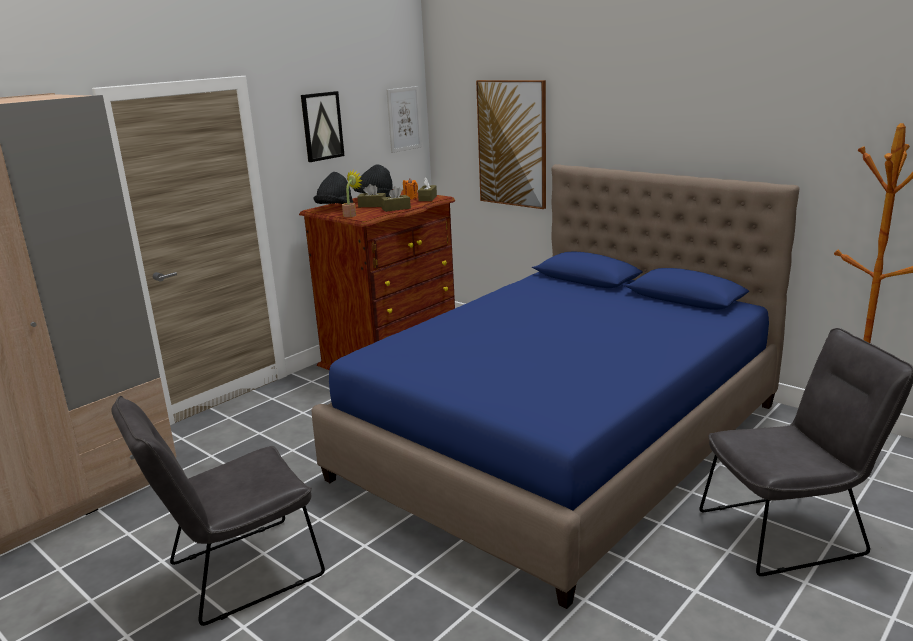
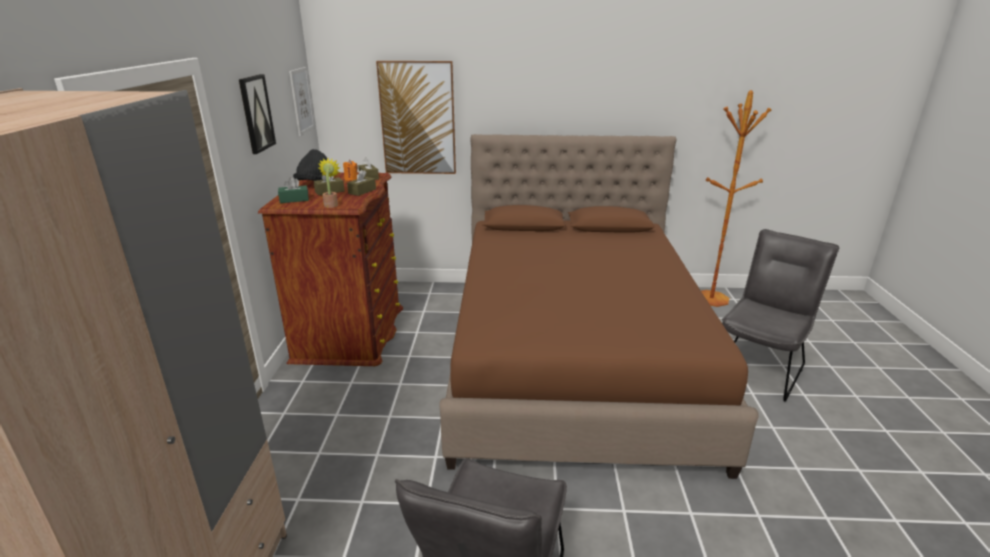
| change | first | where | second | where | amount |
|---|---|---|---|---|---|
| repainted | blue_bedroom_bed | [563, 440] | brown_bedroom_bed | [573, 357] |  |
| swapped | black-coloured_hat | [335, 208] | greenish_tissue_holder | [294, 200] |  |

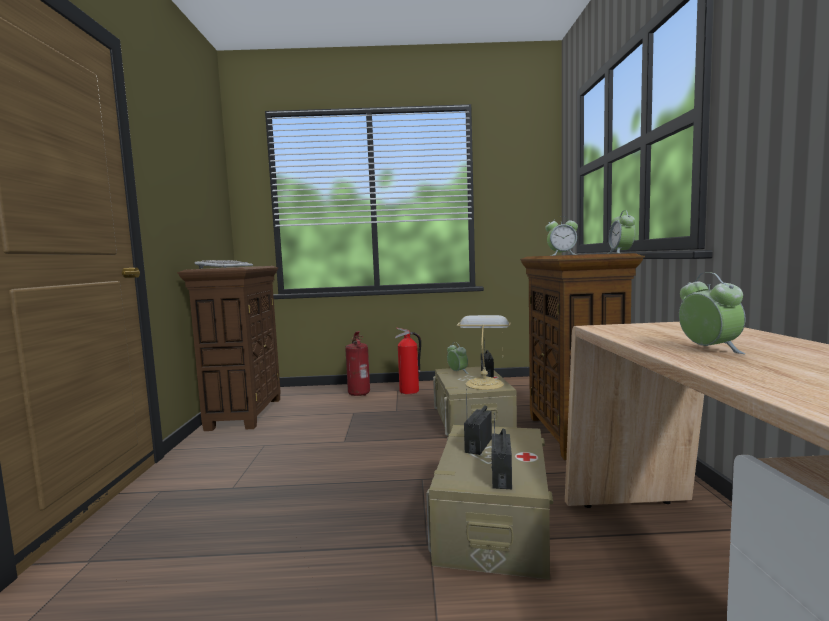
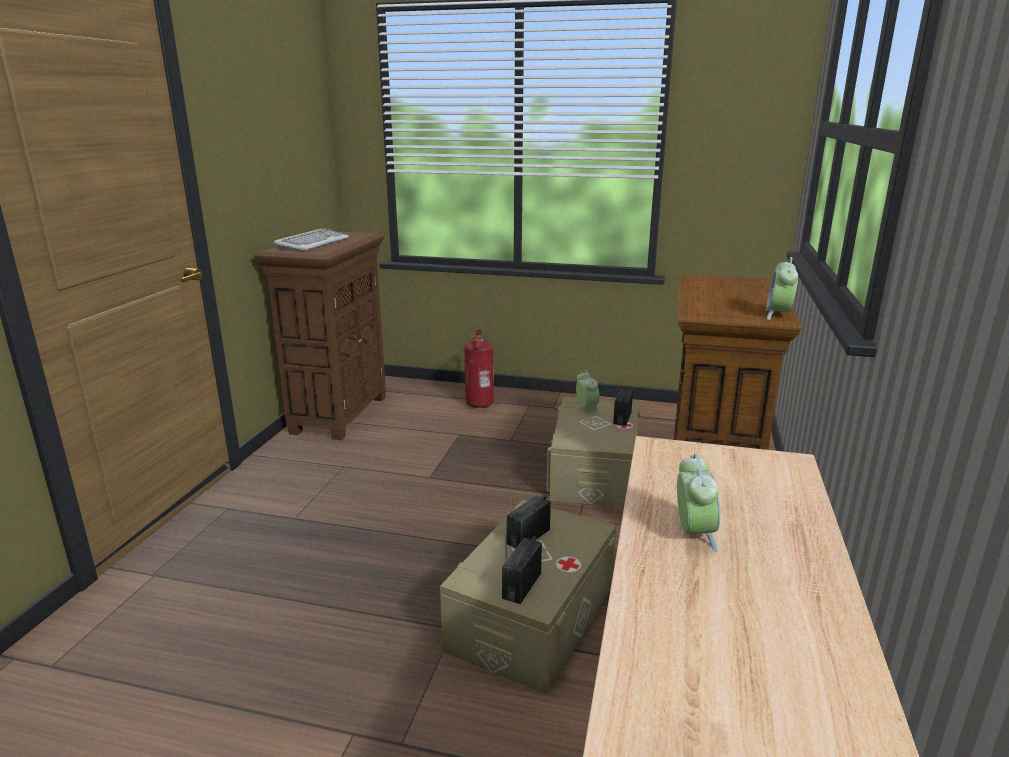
| change | first | where | second | where | amount |
|---|---|---|---|---|---|
| gone | bedside_clock | [561, 255] |  |  |  |
| gone | table_lamp | [484, 383] |  |  |  |
| gone | fire_extinguisher | [409, 391] |  |  |  |

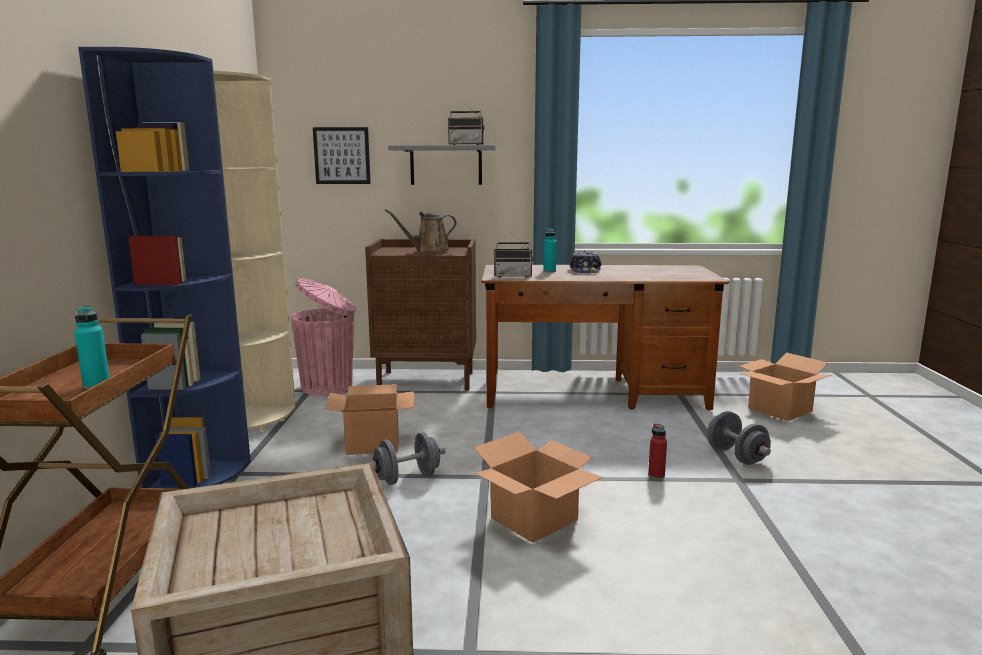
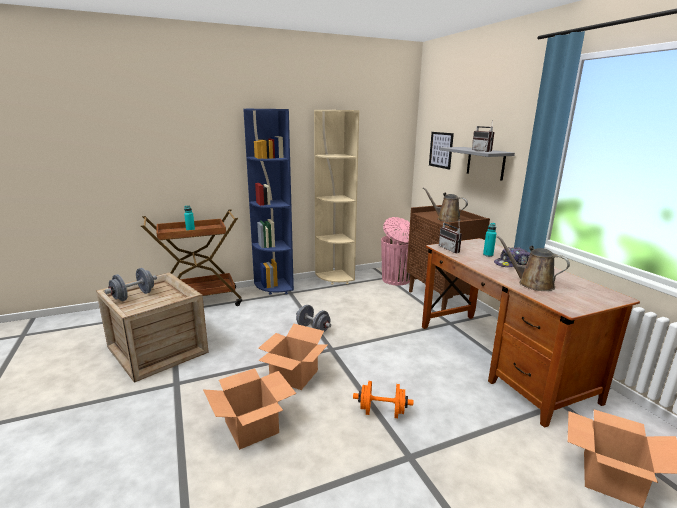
| change | first | where | second | where | amount |
|---|---|---|---|---|---|
| shifted | packing_box | [372, 443] |  | [251, 427] |  |
| shifted | grey_free_weight | [736, 456] |  | [133, 296] |  |
| swapped | red-coloured_beverage_bottle | [656, 476] | orange-coloured_free_weight | [382, 412] |  |
| new |  |  | brown_sprinkling_can | [532, 284] |  |

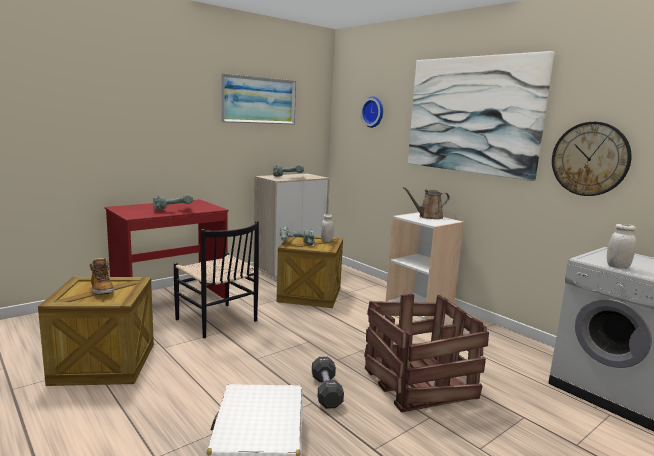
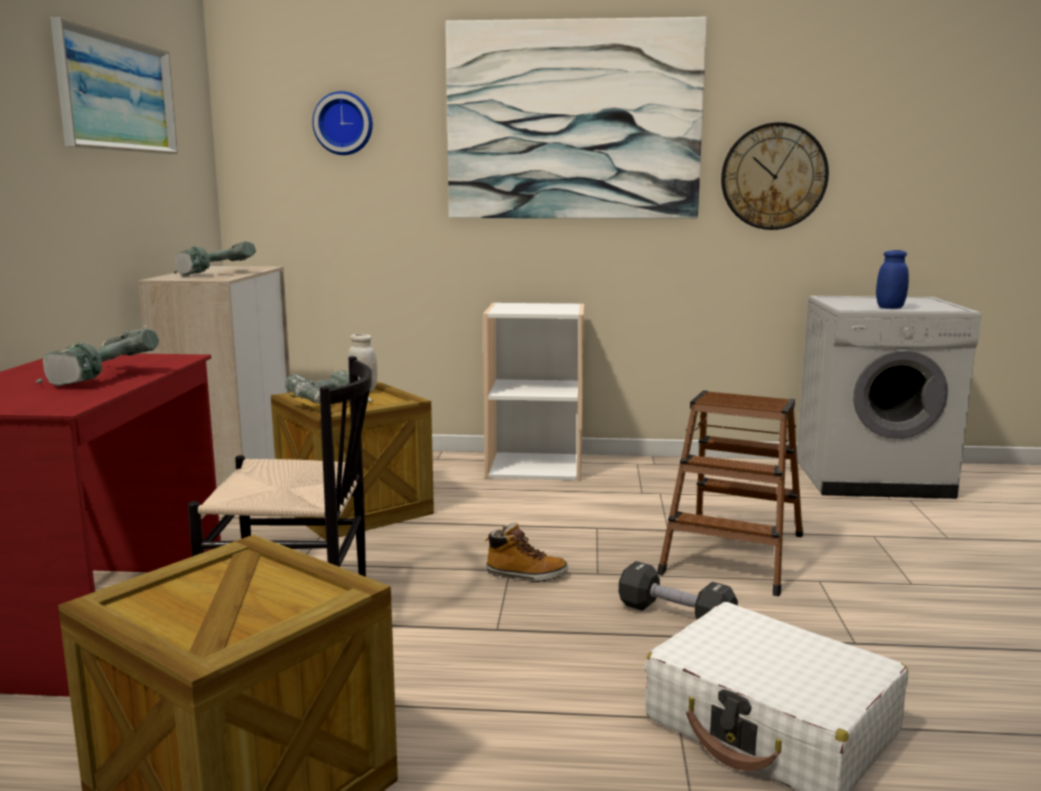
| change | first | where | second | where | amount |
|---|---|---|---|---|---|
| gone | brown_sprinkling_can | [428, 217] |  |  |  |
| repainted | white_preserve_jar | [617, 267] | blue_preserve_jar | [890, 308] |  |
| shifted | high-top_boot | [102, 290] |  | [526, 575] |  |
| swapped | shipping_crate | [419, 383] | brown_step_stool | [734, 552] |  |

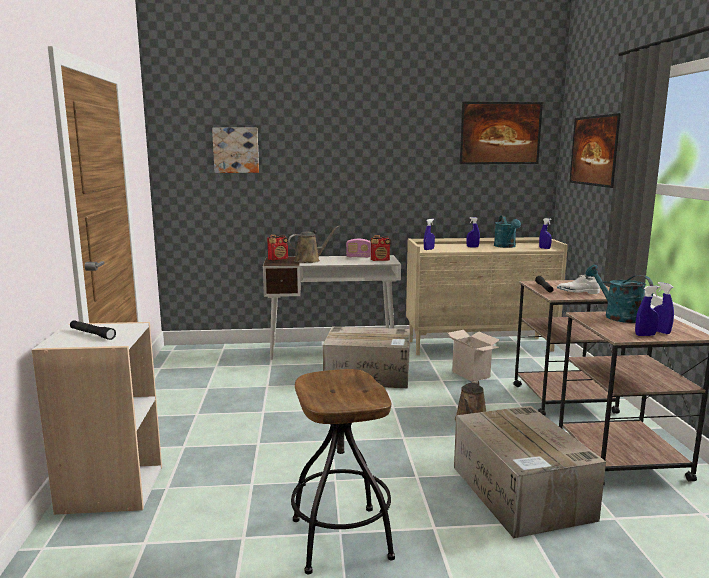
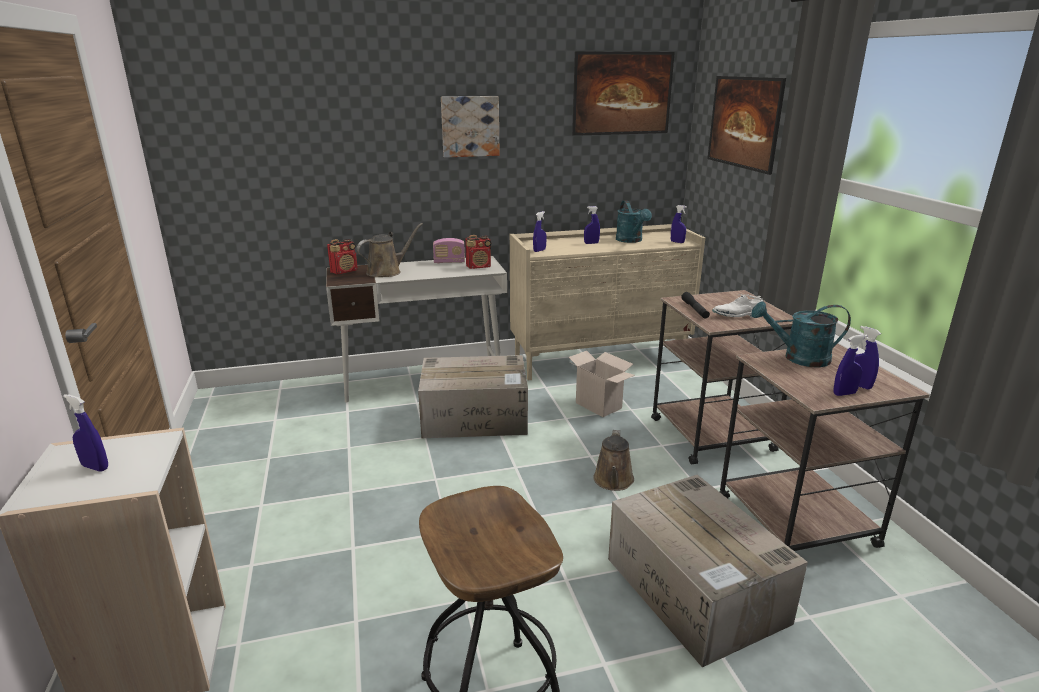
| change | first | where | second | where | amount |
|---|---|---|---|---|---|
| shifted | picture | [236, 150] |  | [470, 126] |  |
| rotated | turquoise_sprinkling_can | [617, 316] |  | [798, 358] | 45 degrees counterclockwise |
| swapped | black-coloured_hand_torch | [92, 334] | blue_sprayer | [95, 467] |  |

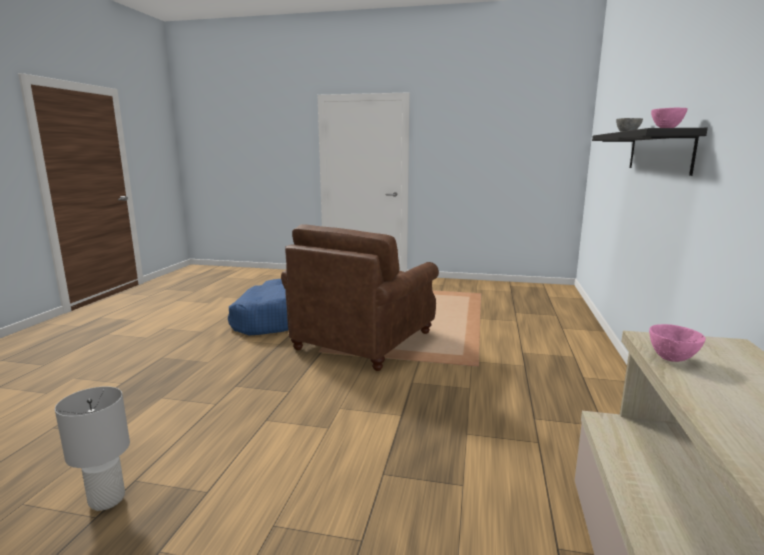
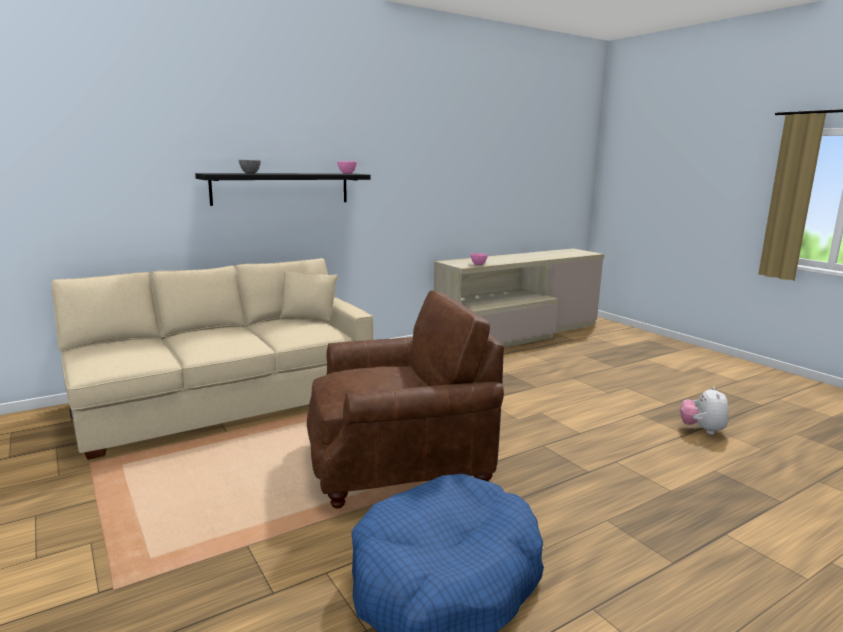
| change | first | where | second | where | amount |
|---|---|---|---|---|---|
| swapped | grey_table_lamp | [107, 502] | plush_toy | [702, 430] |  |
| new |  |  | beige-coloured_settee | [225, 401] |  |

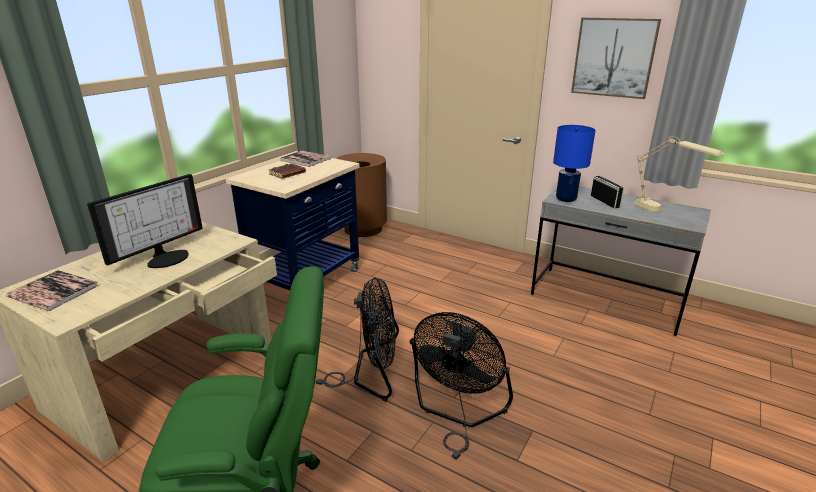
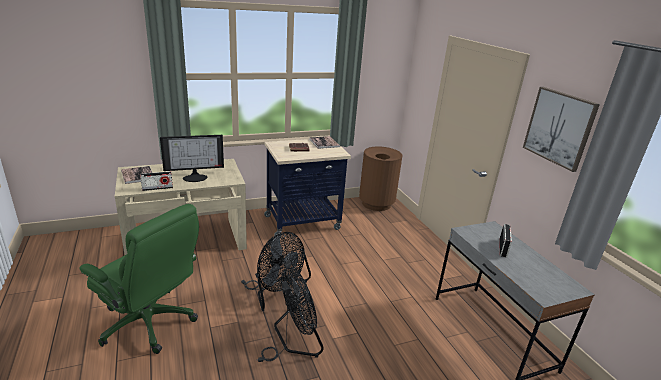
| change | first | where | second | where | amount |
|---|---|---|---|---|---|
| gone | blue_table_lamp | [566, 200] |  |  |  |
| gone | beige-coloured_table_lamp | [662, 213] |  |  |  |
| new |  |  | radio_receiver | [157, 188] |  |

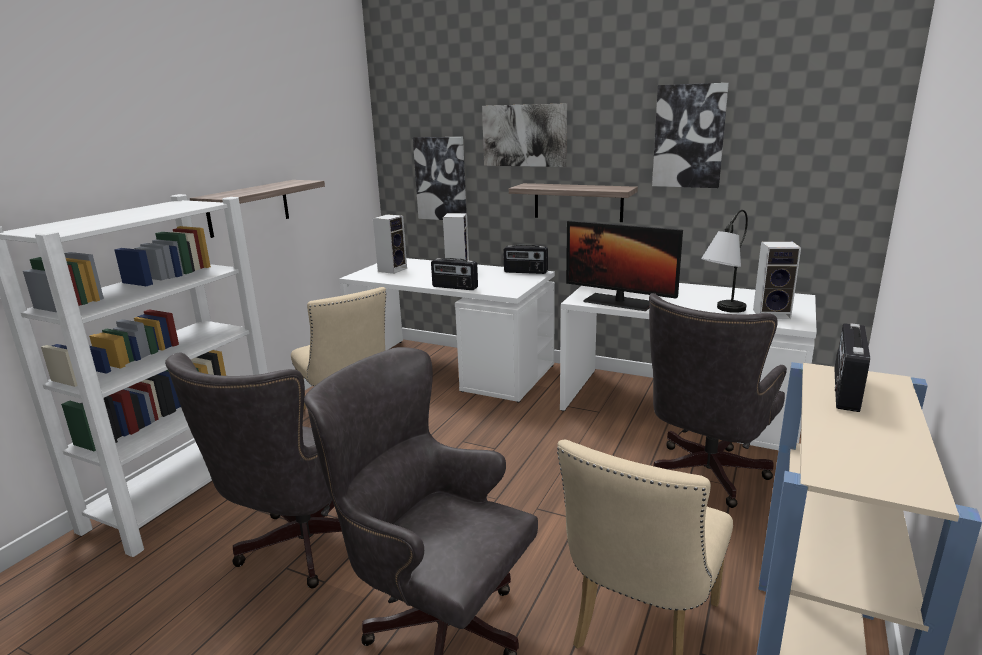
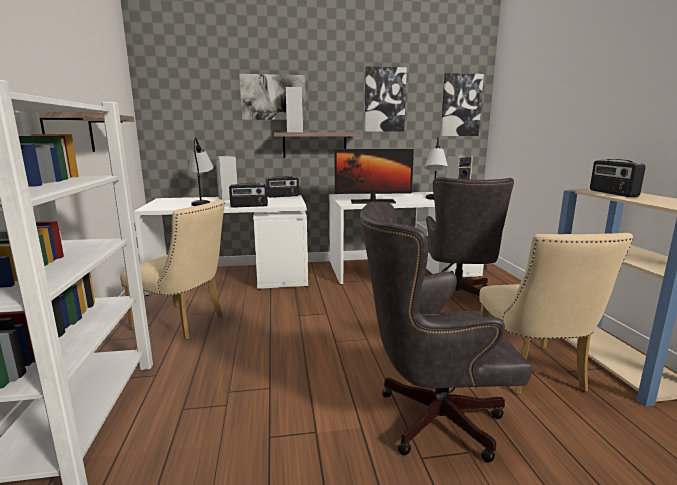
| change | first | where | second | where | amount |
|---|---|---|---|---|---|
| shifted | picture | [441, 178] |  | [461, 105] |  |
| shifted | audio_speaker | [392, 269] |  | [294, 132] |  |
| gone | grey_office_chair | [301, 549] |  |  |  |
| new |  |  | table_lamp | [203, 202] |  |

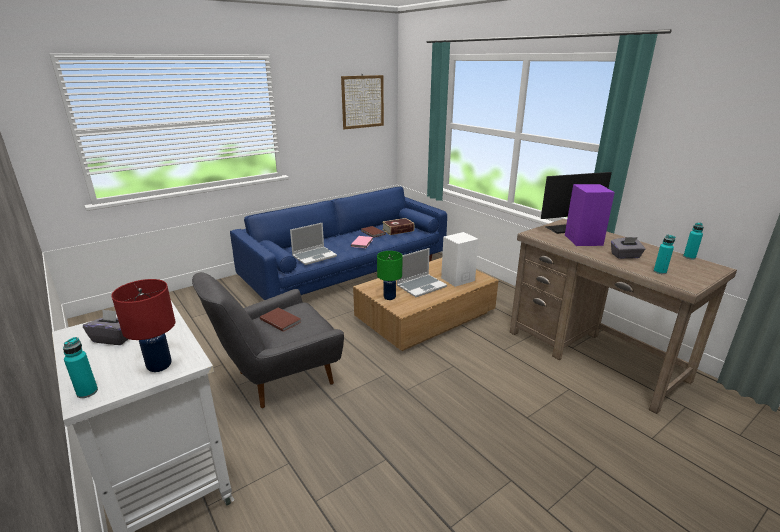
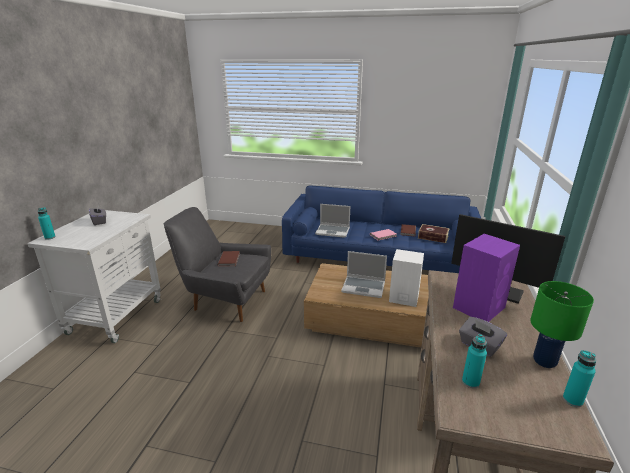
| change | first | where | second | where | amount |
|---|---|---|---|---|---|
| gone | picture | [362, 101] |  |  |  |
| shifted | greenish_table_lamp | [389, 298] |  | [543, 362] |  |
| gone | red-coloured_table_lamp | [160, 365] |  |  |  |

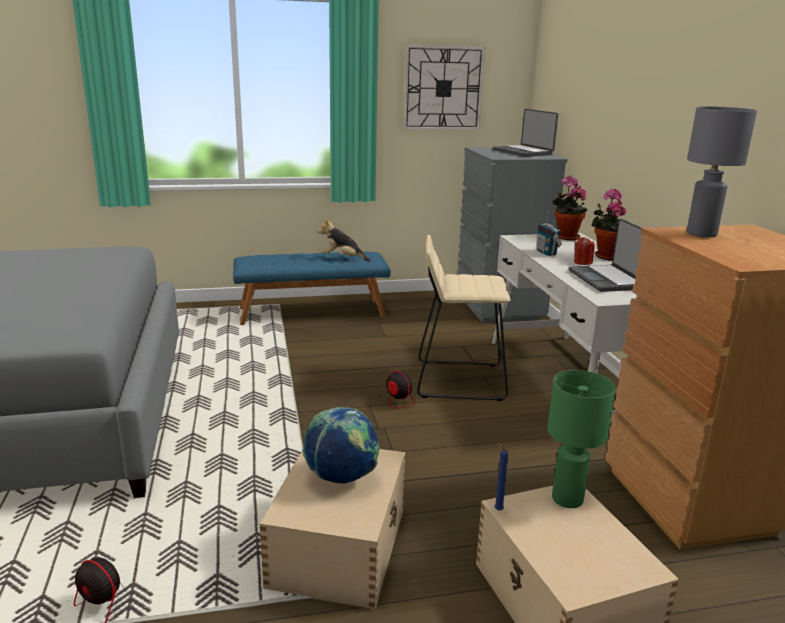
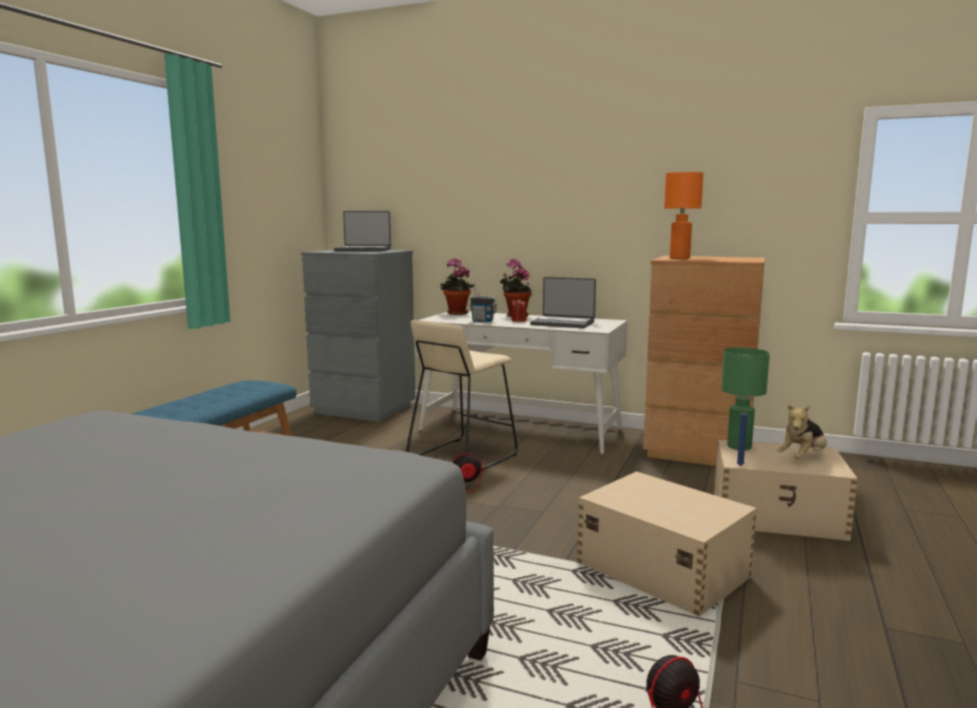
| change | first | where | second | where | amount |
|---|---|---|---|---|---|
| gone | hanging_clock | [443, 88] |  |  |  |
| repainted | grey_table_lamp | [702, 234] | orange-coloured_table_lamp | [680, 258] |  |
| shifted | plush_toy | [343, 258] |  | [802, 458] |  |
| gone | globe | [342, 478] |  |  |  |

